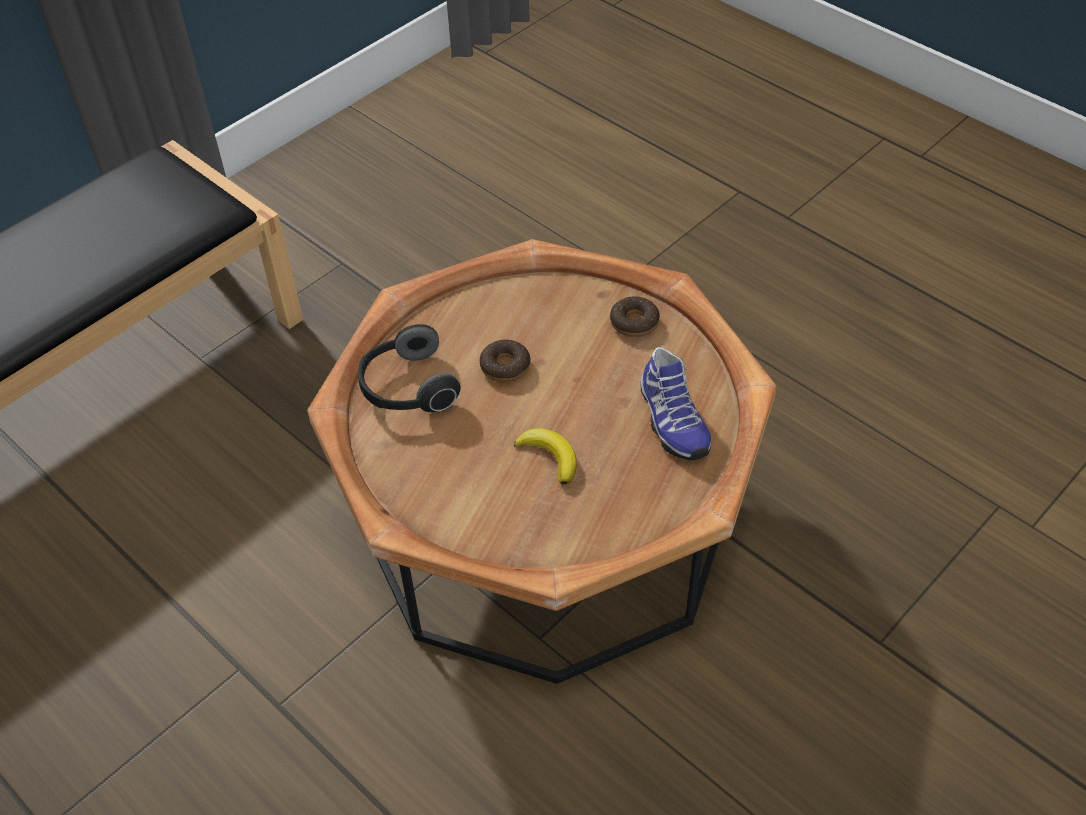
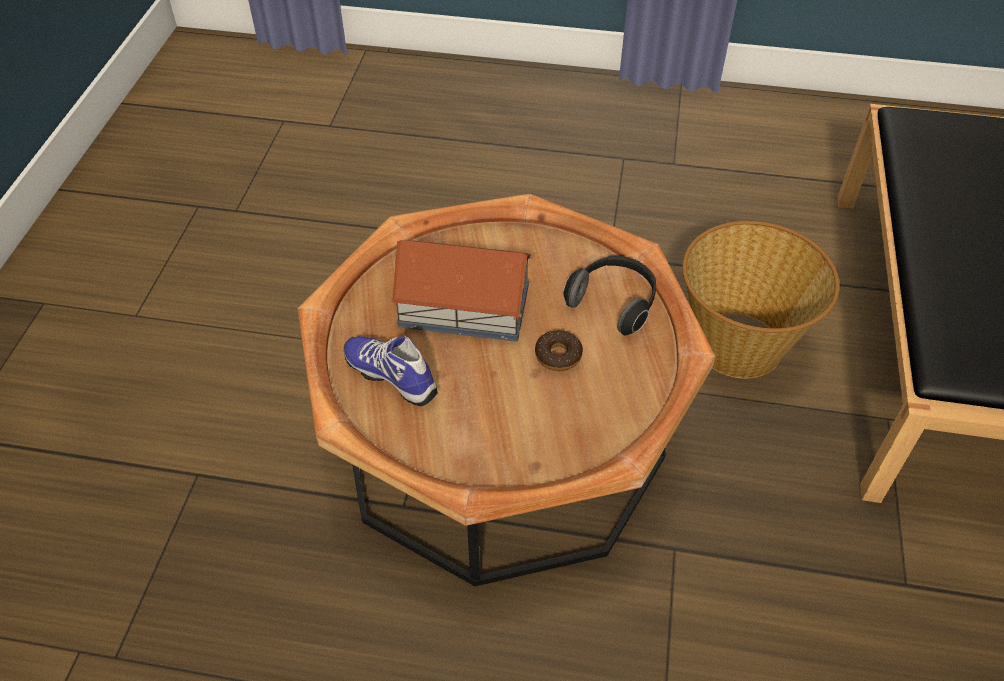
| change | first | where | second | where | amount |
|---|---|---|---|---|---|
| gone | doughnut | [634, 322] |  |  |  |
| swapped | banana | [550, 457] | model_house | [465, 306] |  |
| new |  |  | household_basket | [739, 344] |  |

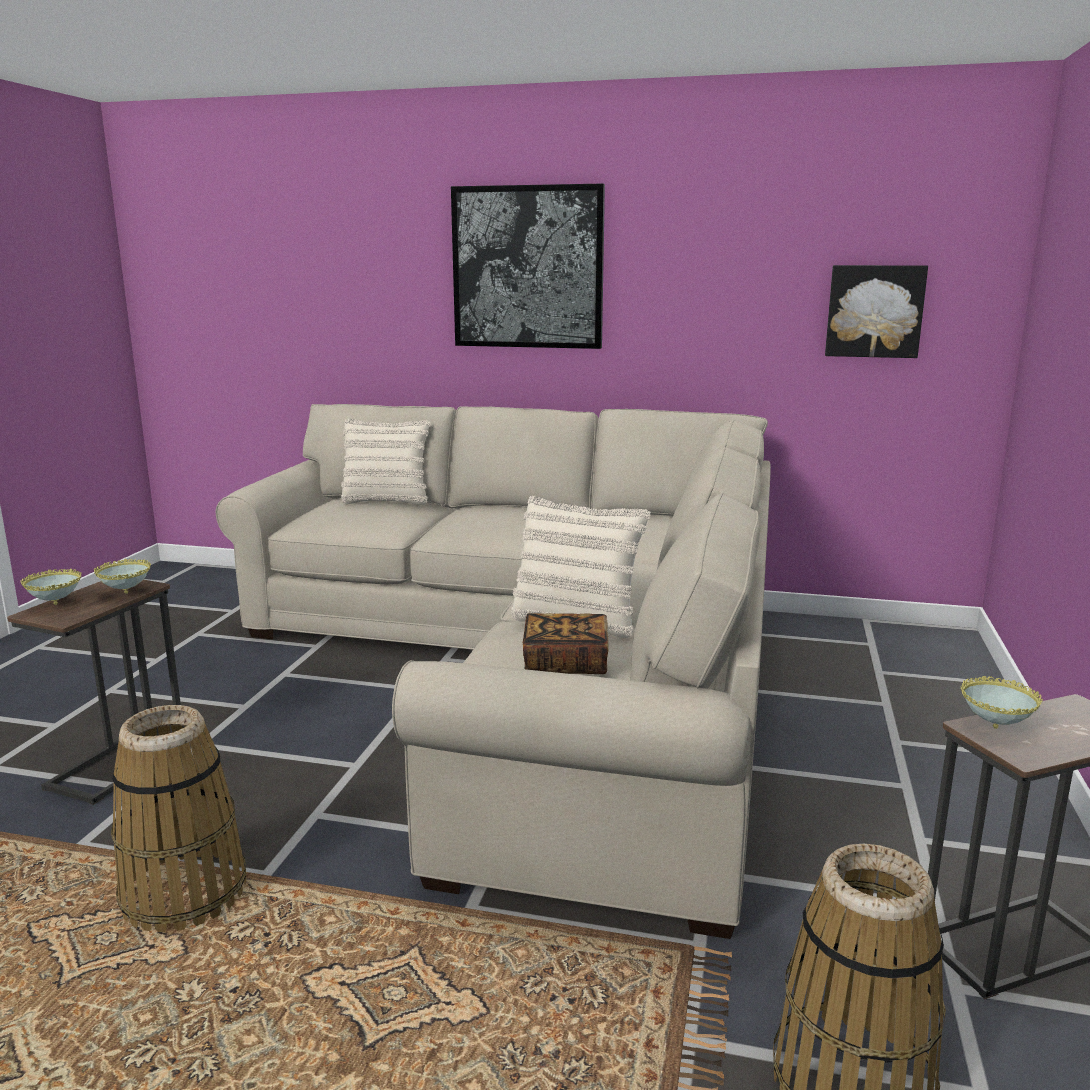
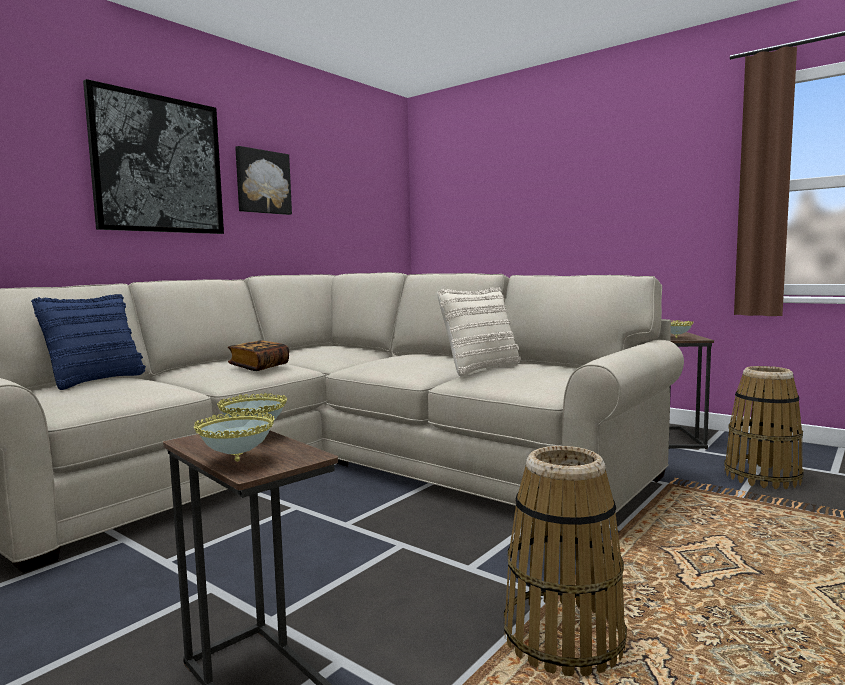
| change | first | where | second | where | amount |
|---|---|---|---|---|---|
| shifted | picture | [874, 311] |  | [262, 182] |  |
| repainted | beige-coloured_cushion | [387, 501] | blue_cushion | [96, 381] |  |
| shifted | book | [566, 663] |  | [259, 367] |  |

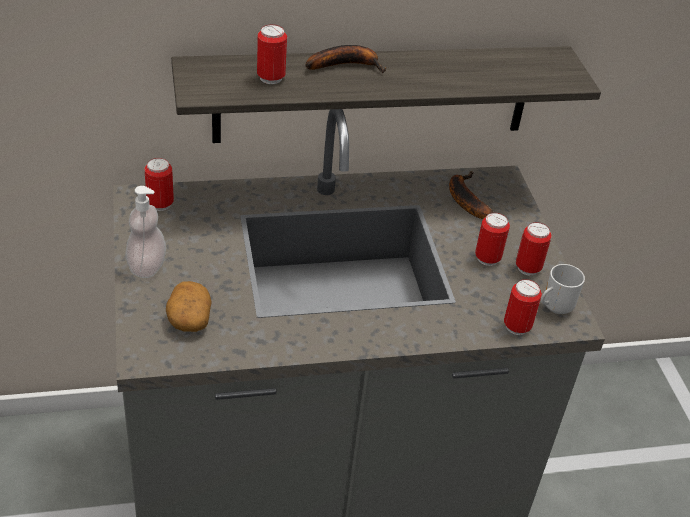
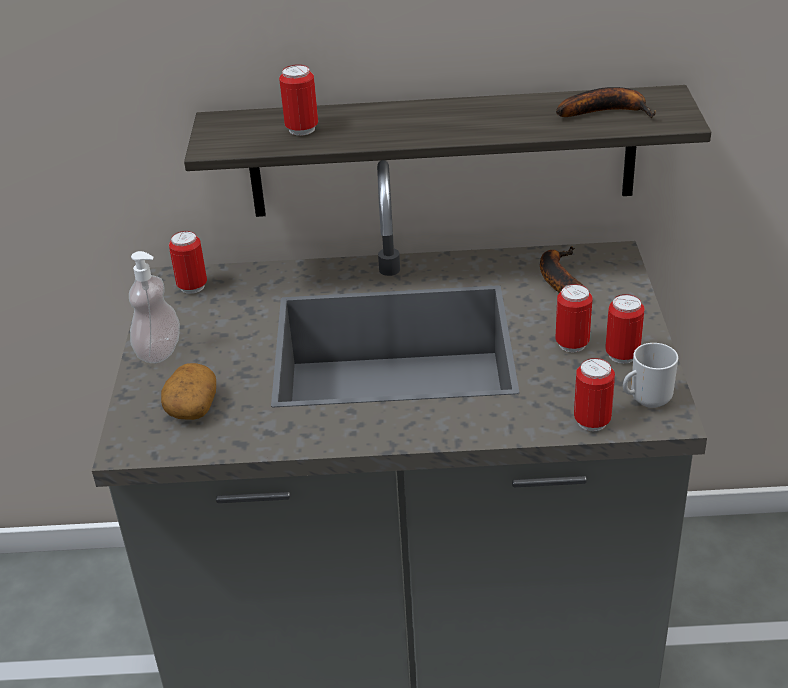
| change | first | where | second | where | amount |
|---|---|---|---|---|---|
| shifted | banana | [346, 65] |  | [607, 112] |  |

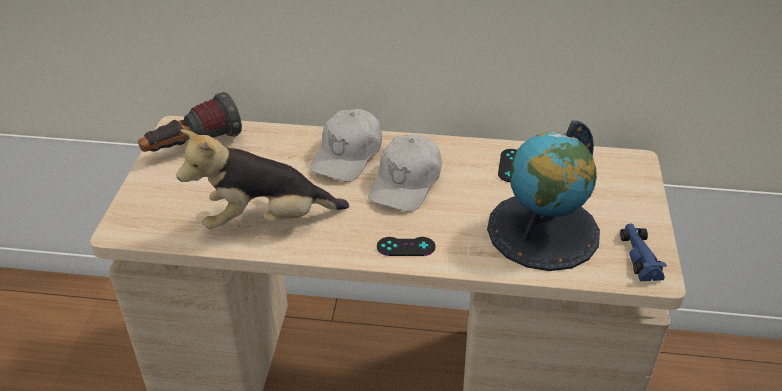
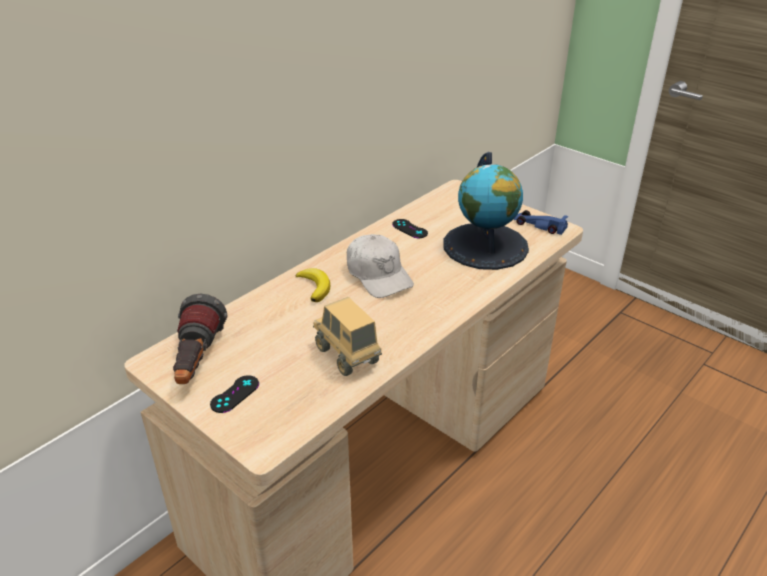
| change | first | where | second | where | amount |
|---|---|---|---|---|---|
| swapped | white_baseball_cap | [348, 155] | banana | [315, 287] |  |
| swapped | plush_toy | [266, 220] | toy_lorry | [347, 356] |  |
| shifted | black-coloured_game_controller | [406, 247] |  | [235, 394] |  |

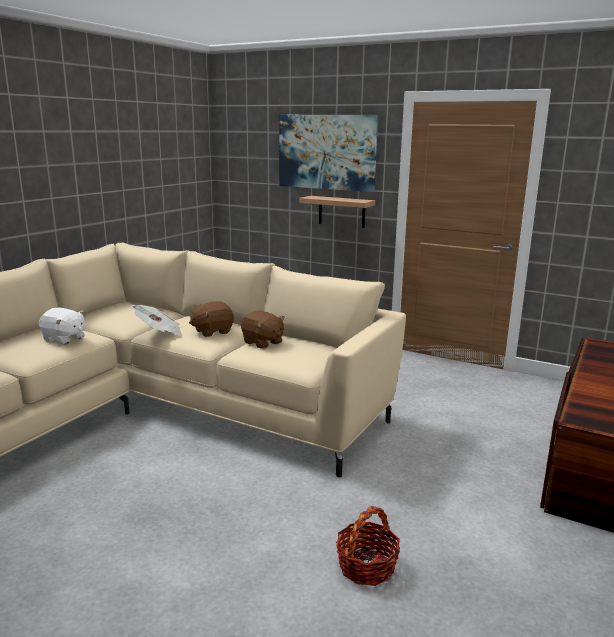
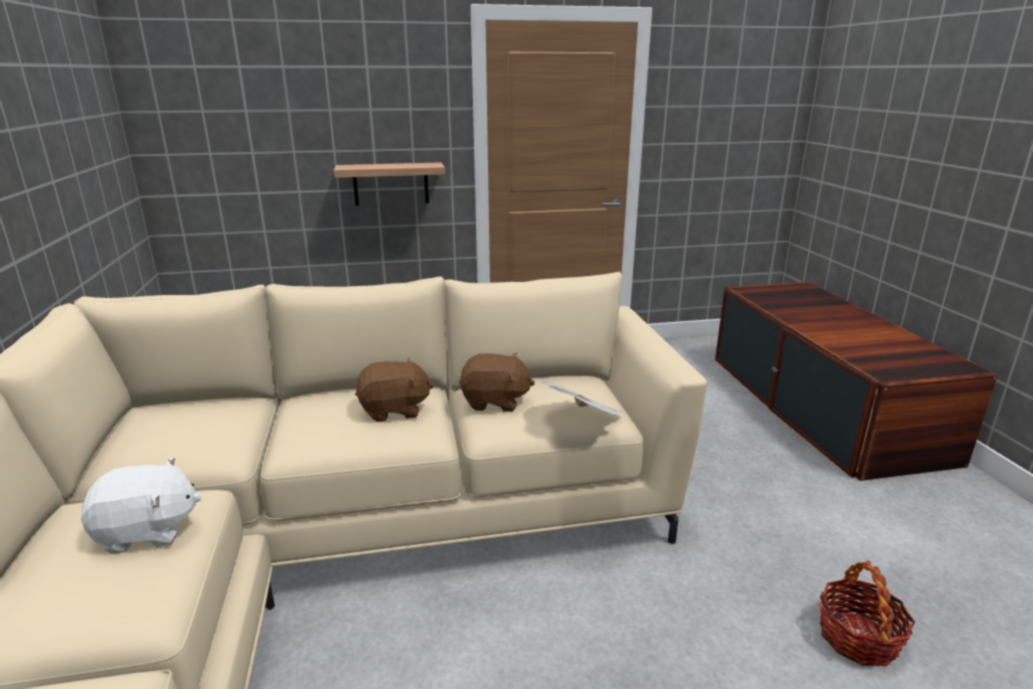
| change | first | where | second | where | amount |
|---|---|---|---|---|---|
| gone | picture | [326, 152] |  |  |  |
| rotated | brown_plush_toy | [212, 331] |  | [394, 410] | 120 degrees counterclockwise |
| shifted | newspaper | [159, 332] |  | [584, 419] |  |

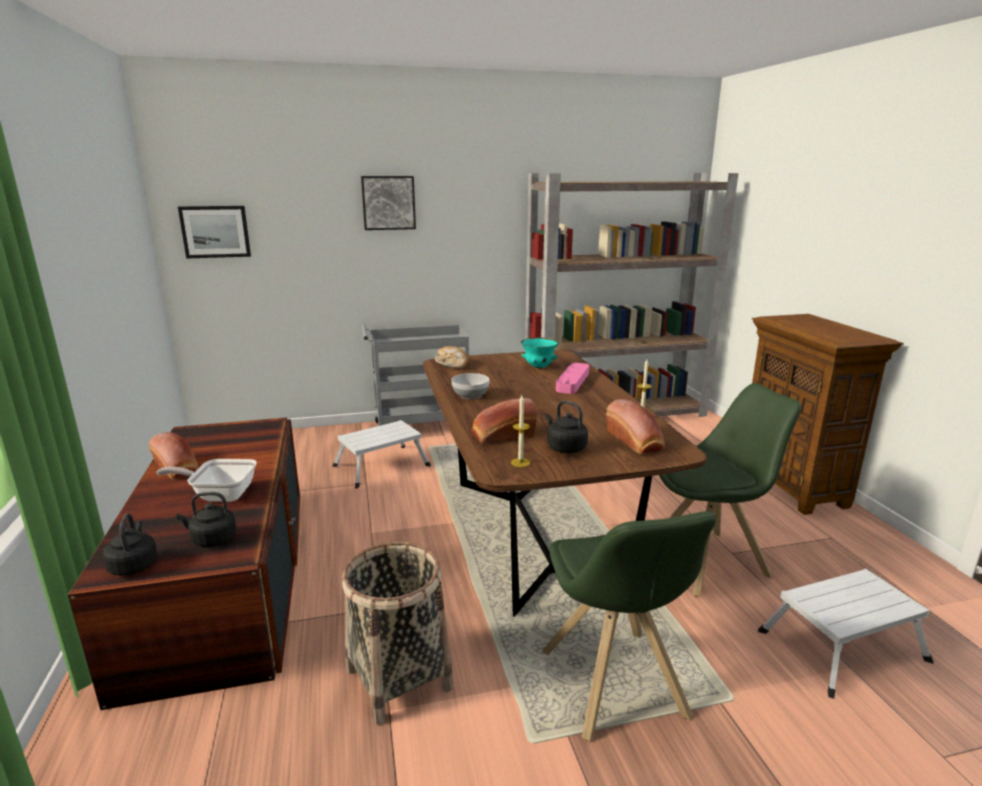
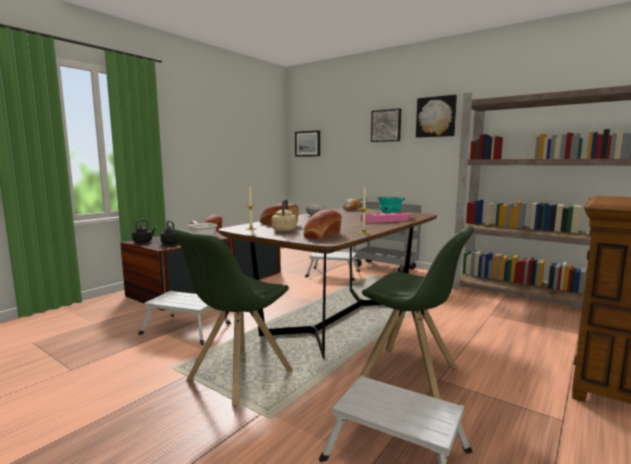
| change | first | where | second | where | amount |
|---|---|---|---|---|---|
| repainted | black-coloured_water_kettle | [564, 447] | beige-coloured_water_kettle | [284, 230] |  |
| swapped | household_basket | [399, 678] | white_step_stool | [186, 329] |  |
| new |  |  | picture | [436, 117] |  |

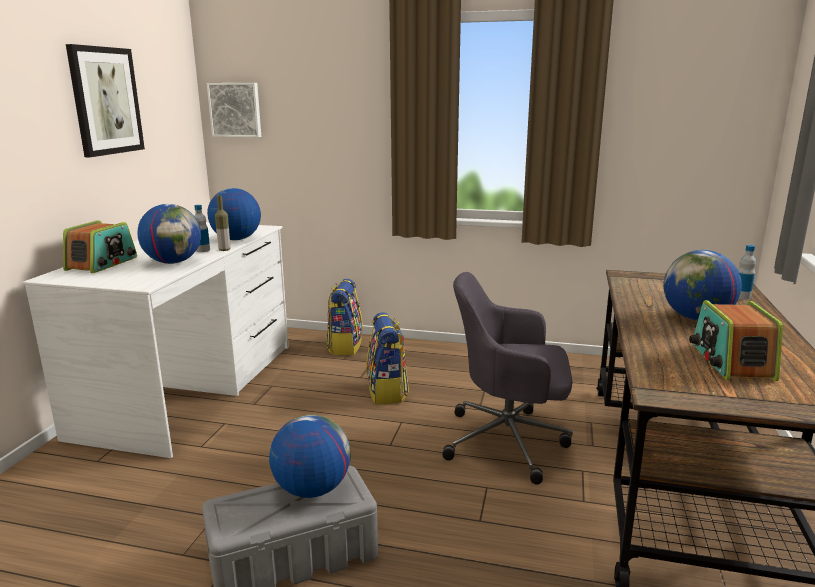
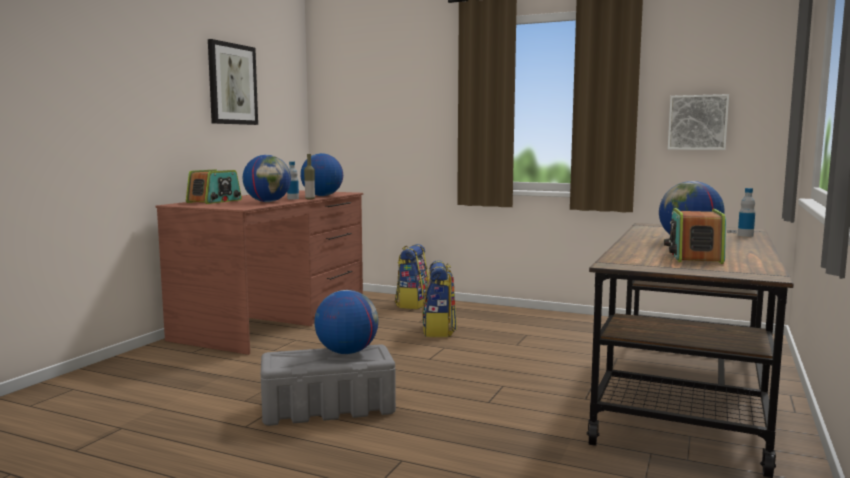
| change | first | where | second | where | amount |
|---|---|---|---|---|---|
| shifted | picture | [235, 110] |  | [697, 122] |  |
| repainted | white_desk_unit | [192, 387] | brown_desk_unit | [275, 320] |  |
| gone | grey_office_chair | [509, 441] |  |  |  |

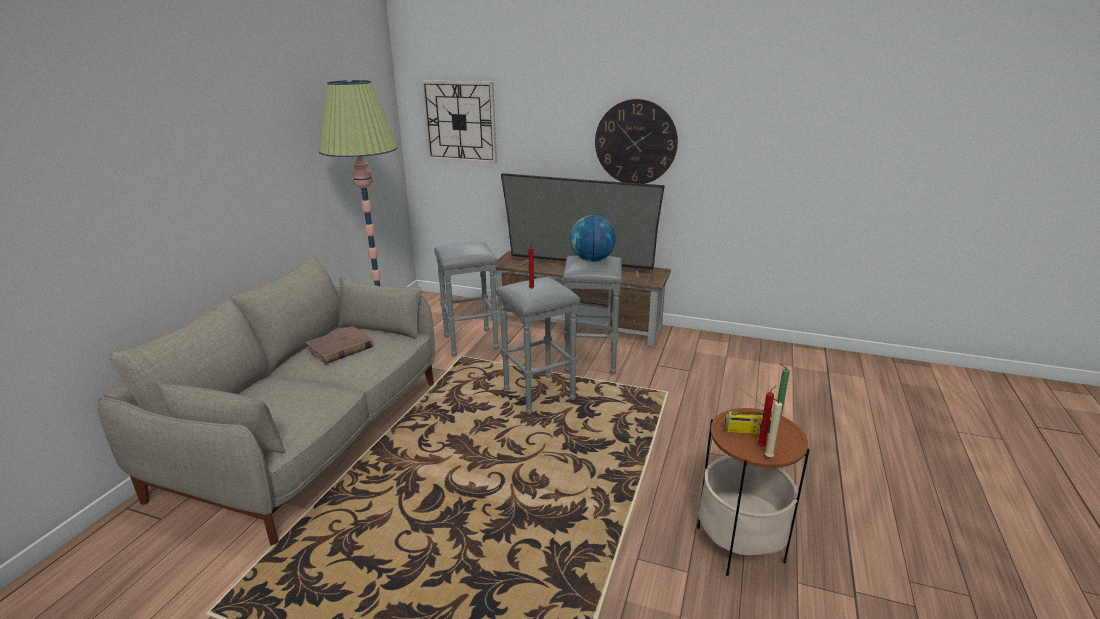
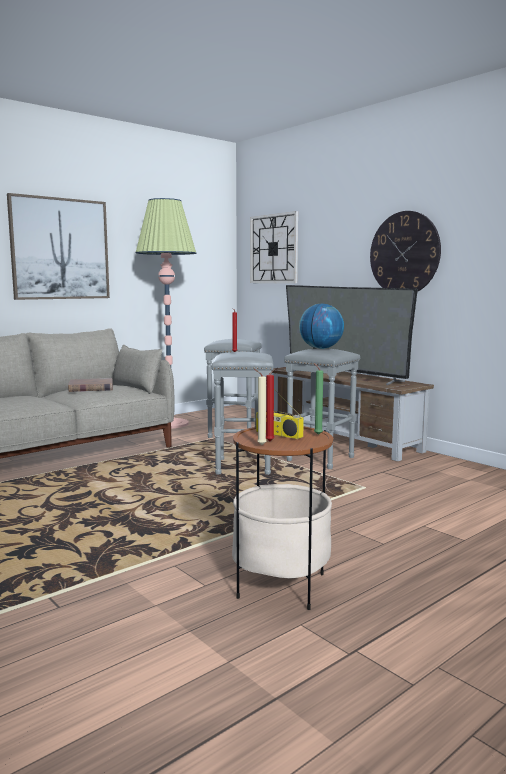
| change | first | where | second | where | amount |
|---|---|---|---|---|---|
| new |  |  | picture | [60, 249] |  |

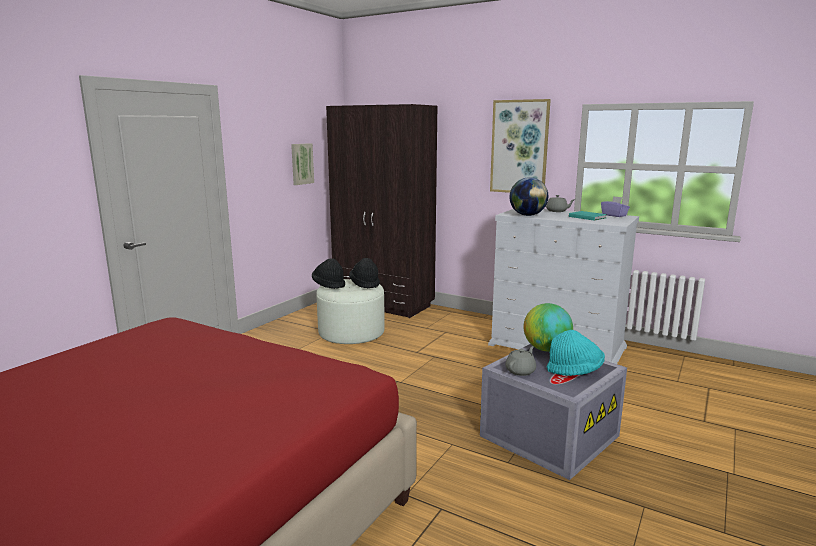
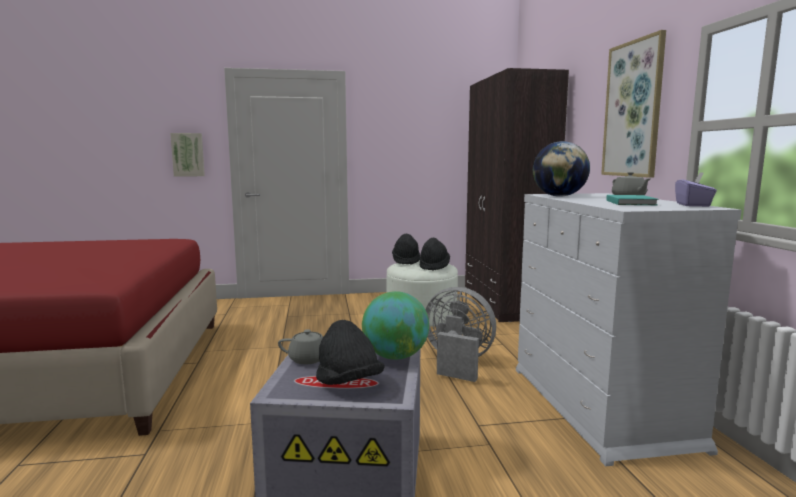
| change | first | where | second | where | amount |
|---|---|---|---|---|---|
| shifted | picture | [301, 164] |  | [188, 154] |  |
| repainted | turquoise_hat | [574, 371] | black-coloured_hat | [348, 383] |  |
| new |  |  | grey_fan | [457, 363] |  |

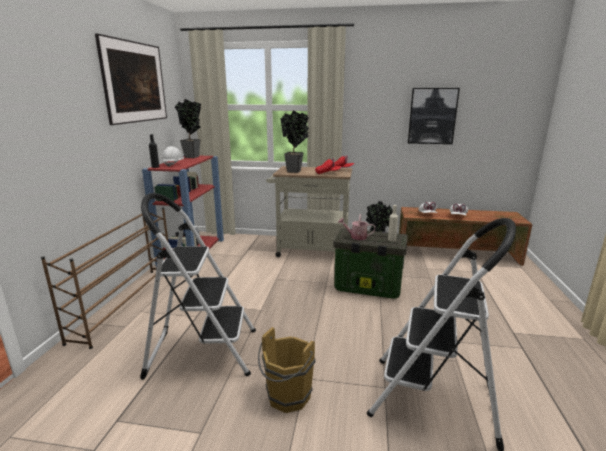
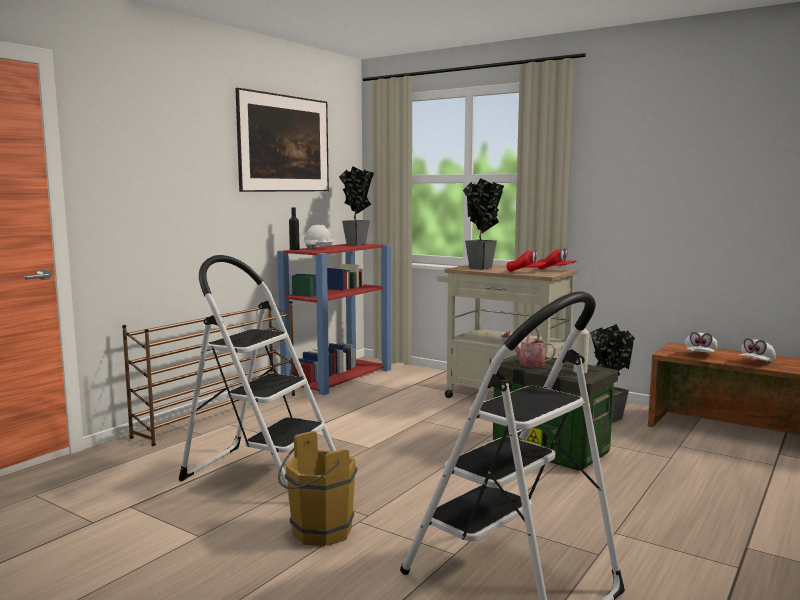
| change | first | where | second | where | amount |
|---|---|---|---|---|---|
| gone | picture | [432, 116] |  |  |  |

